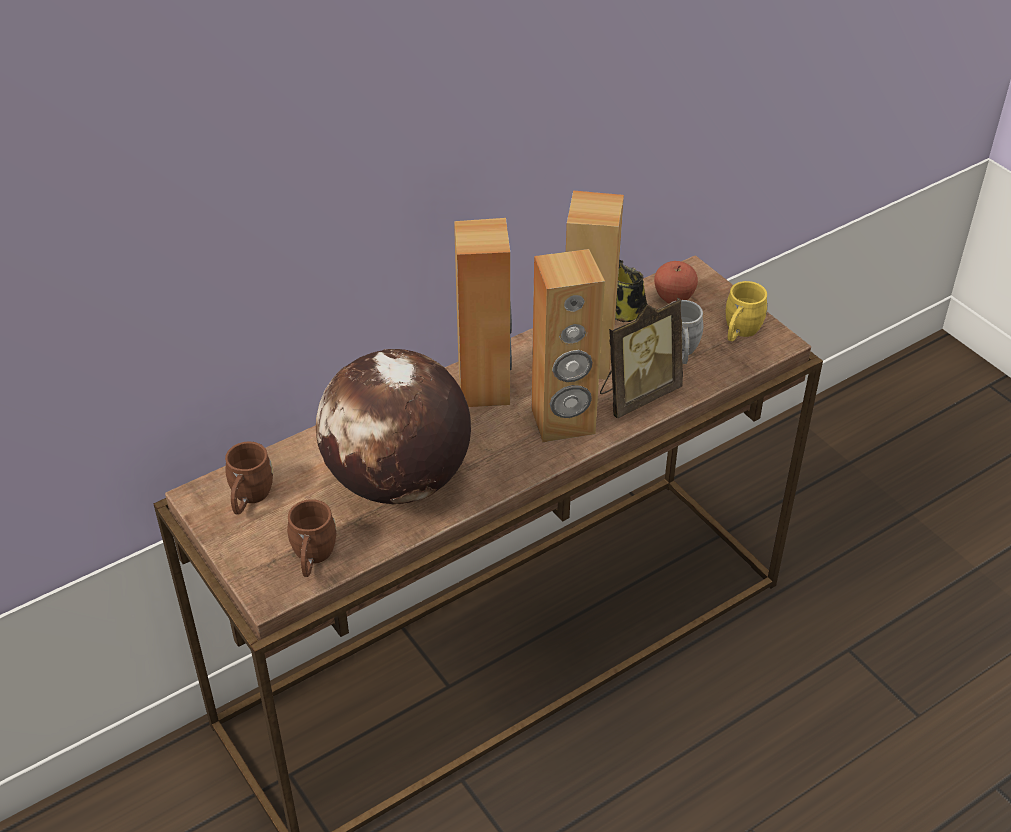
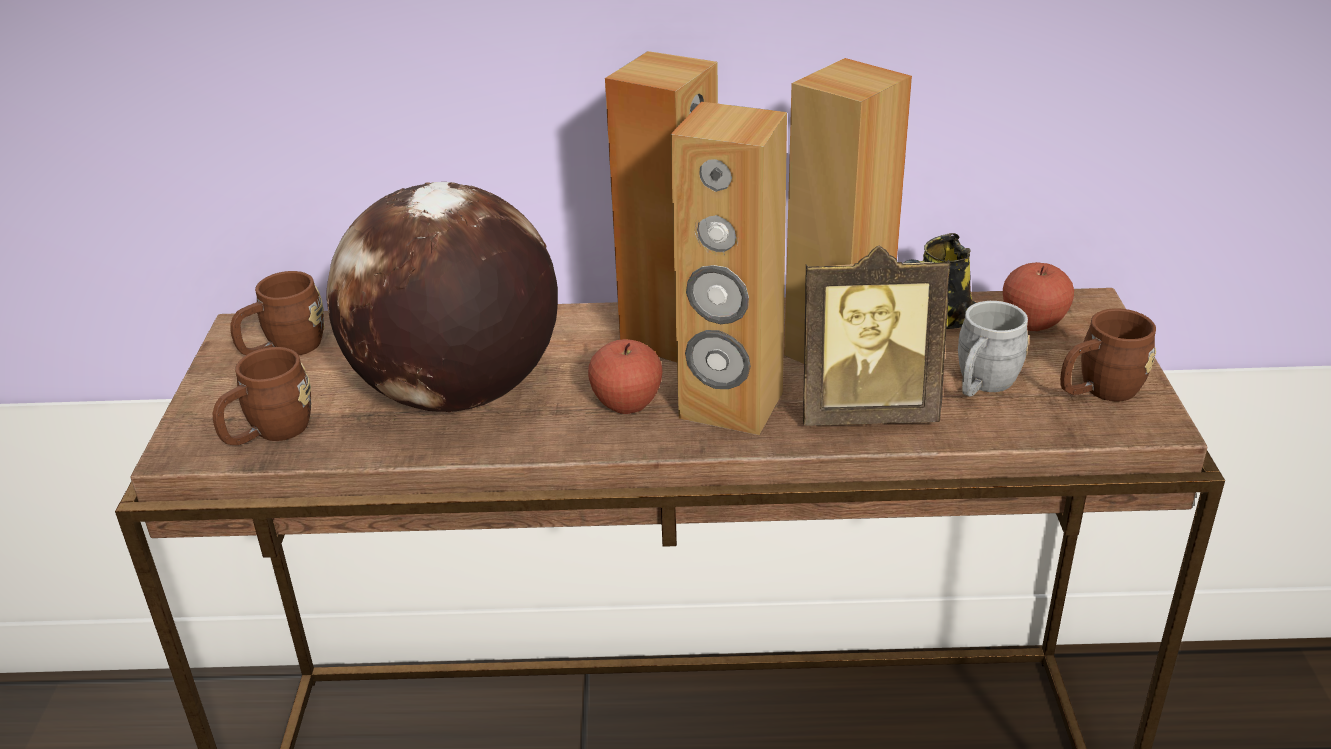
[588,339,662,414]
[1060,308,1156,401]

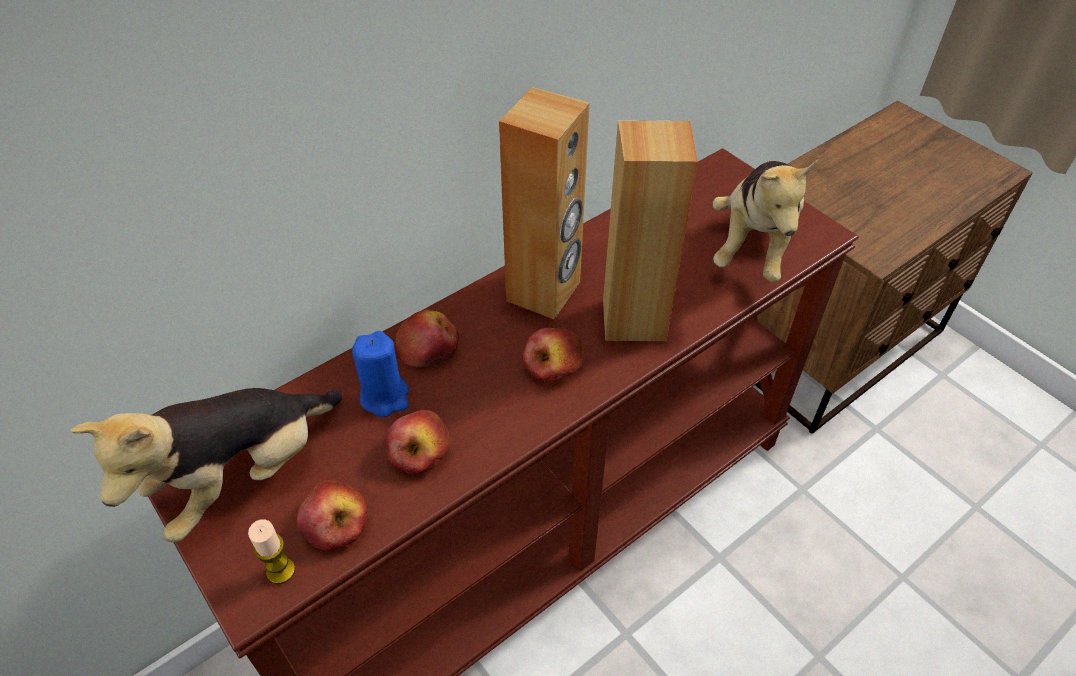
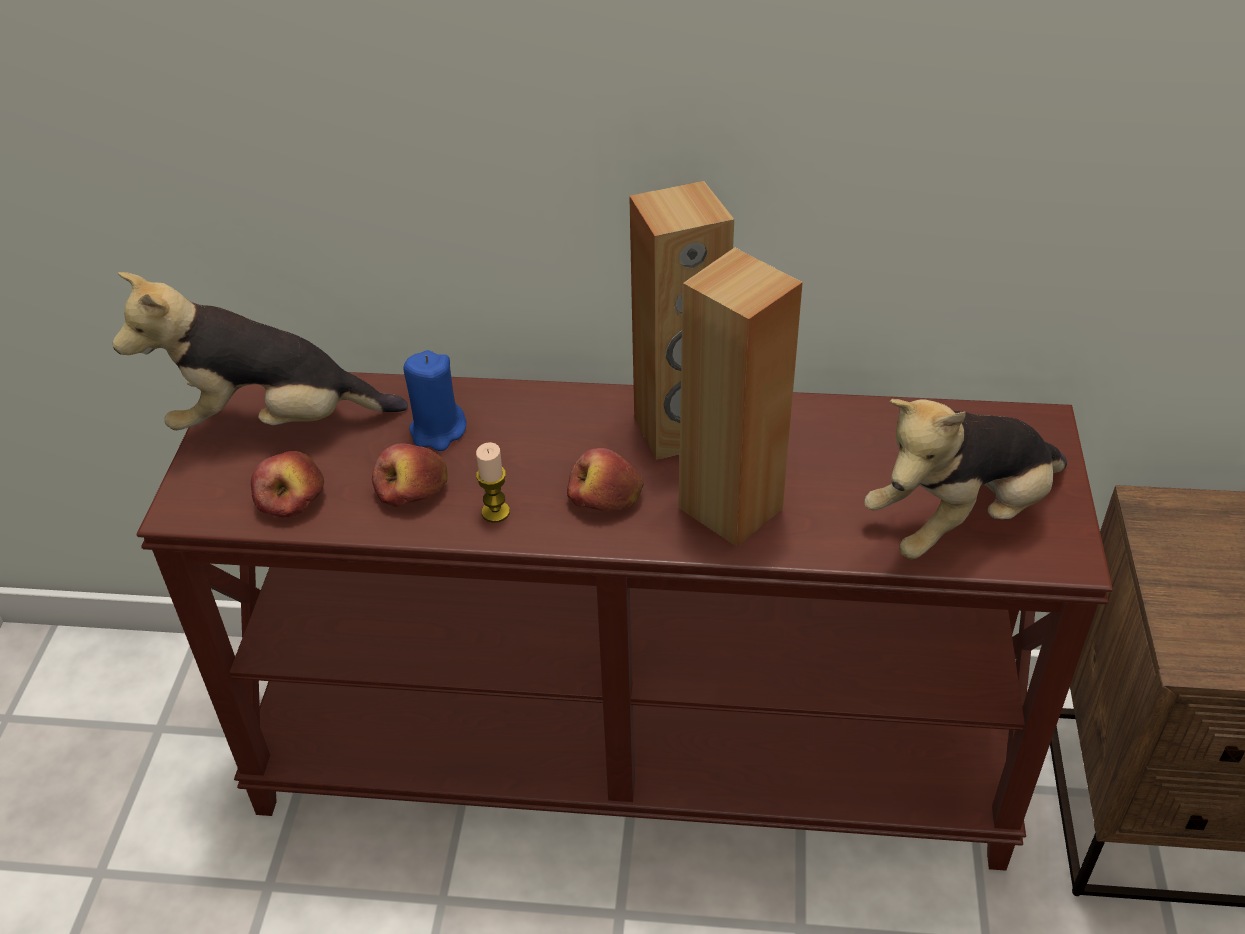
[396,310,459,367] (first image)
[476,442,510,523]

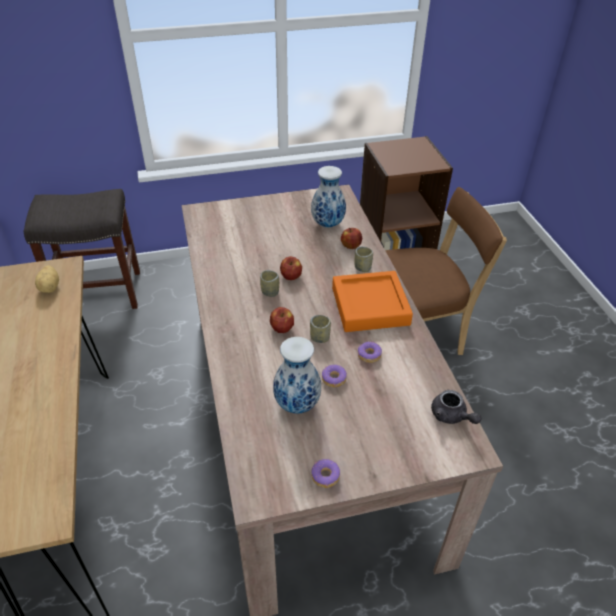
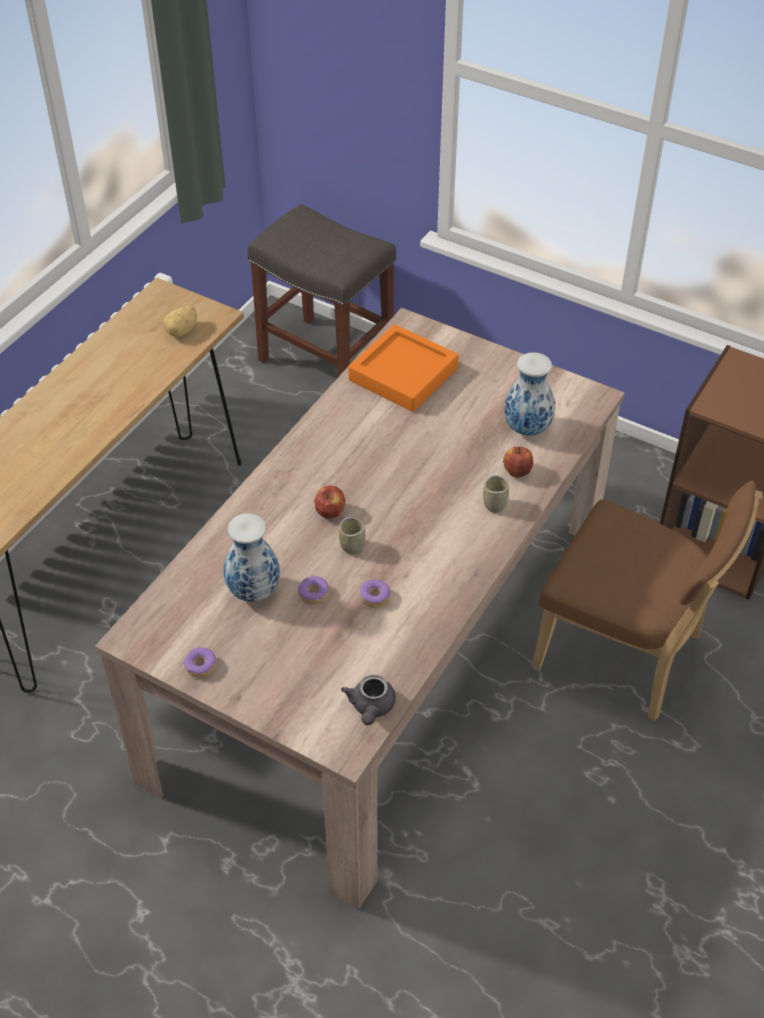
[260,270,279,297] (first image)
[280,256,302,280] (first image)
[348,324,459,412]

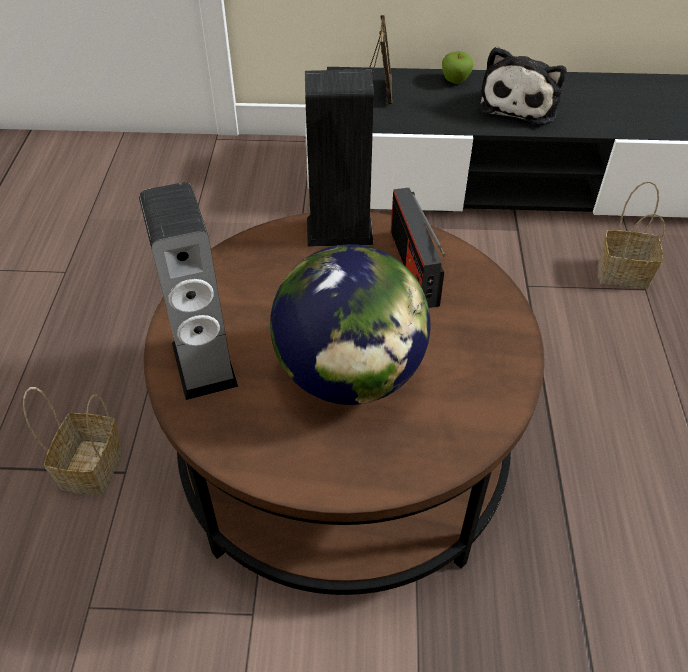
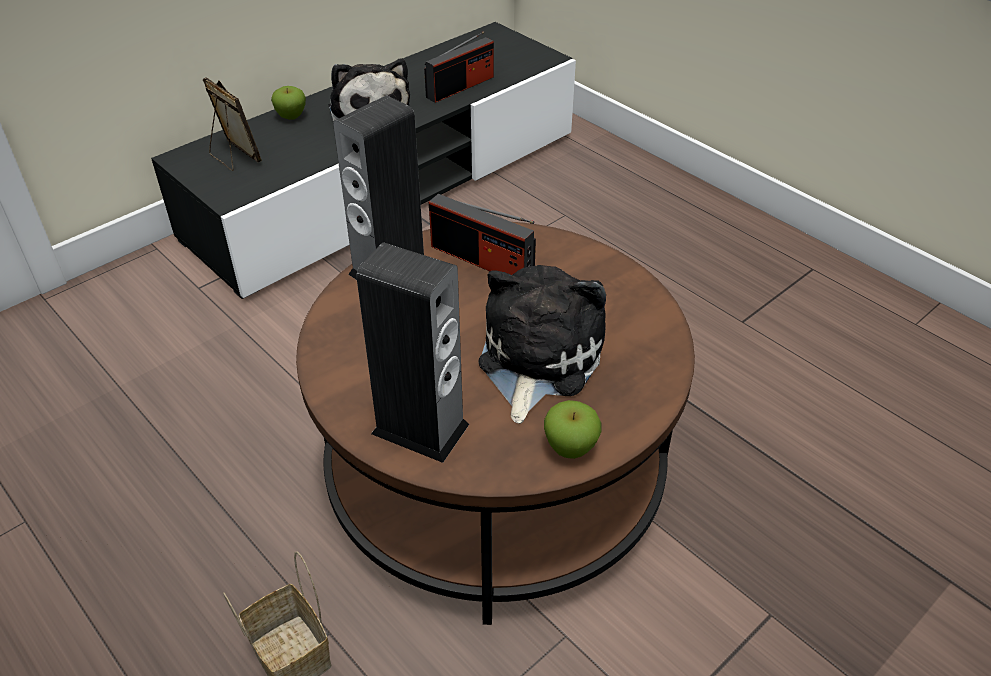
[599,181,665,289] (first image)
[424,31,494,103]
[544,400,602,459]
[479,265,606,424]

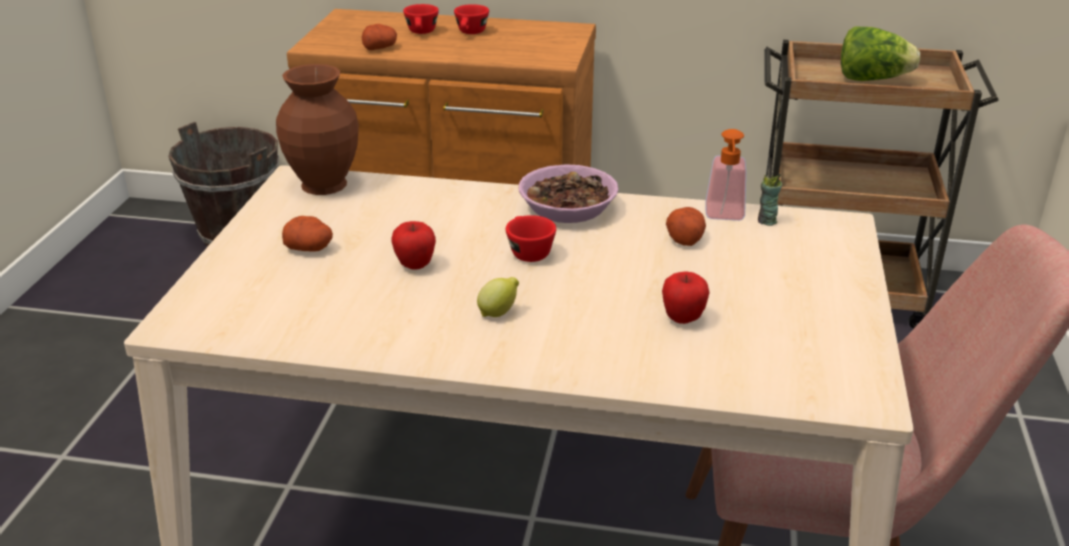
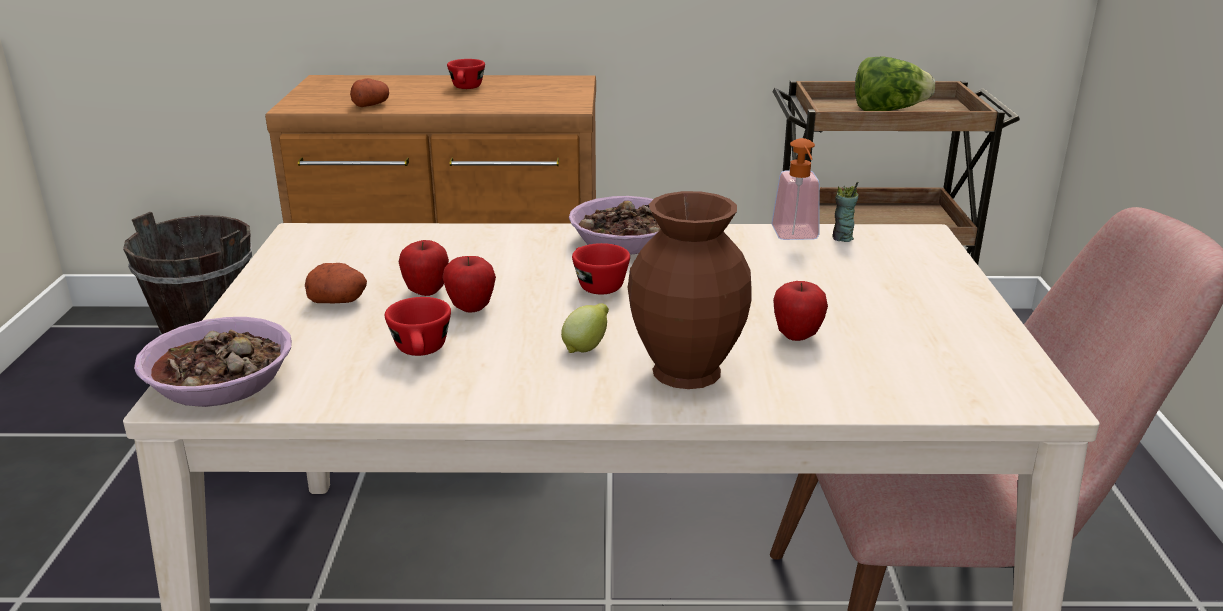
[666,207,706,246] (first image)
[134,317,292,407]
[399,240,449,296]
[628,191,752,389]
[385,297,451,356]

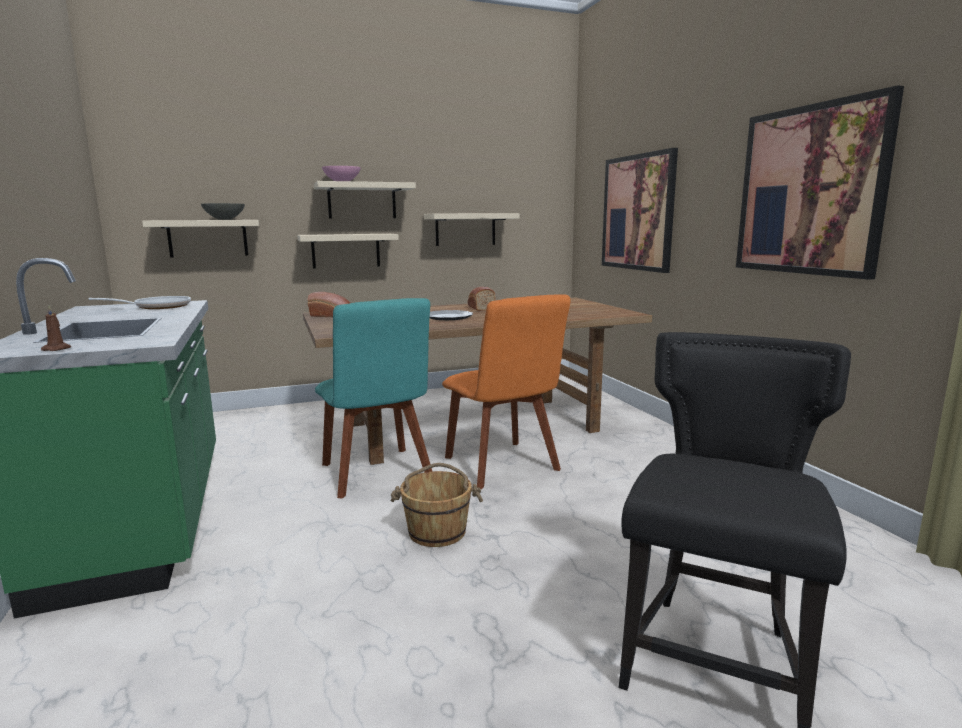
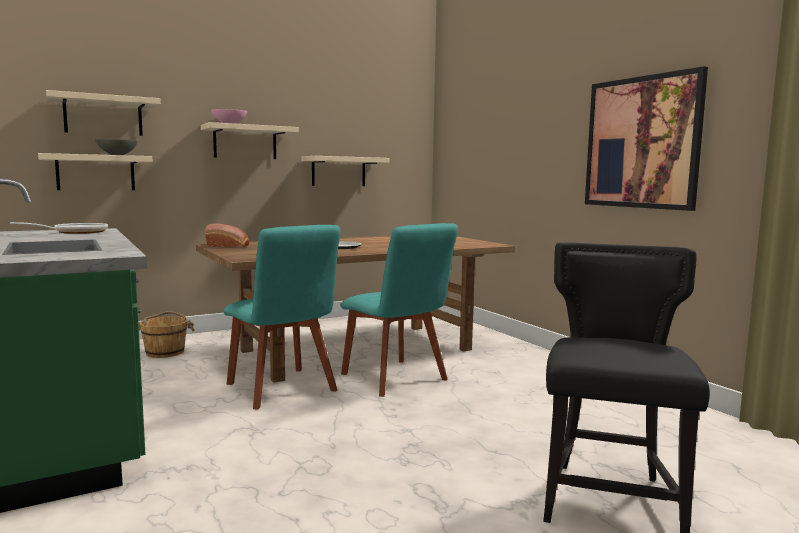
[41,305,71,351] (first image)
[468,287,496,311] (first image)
[602,148,678,273] (first image)
[46,90,161,136]
[138,311,195,358]
[340,223,458,397]

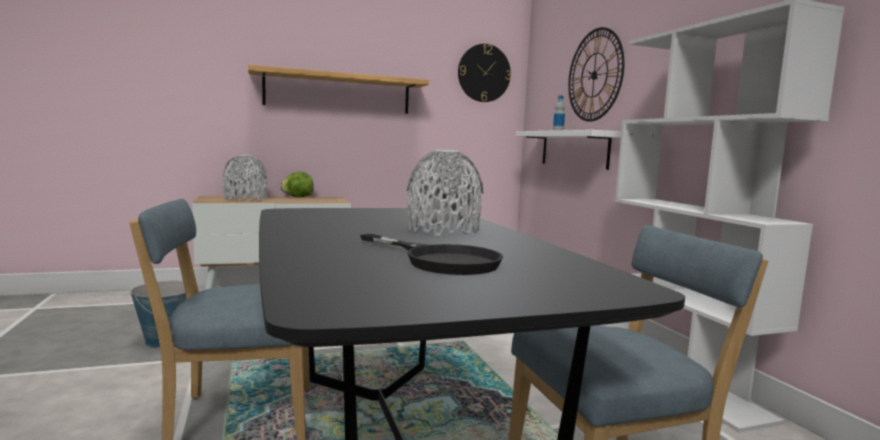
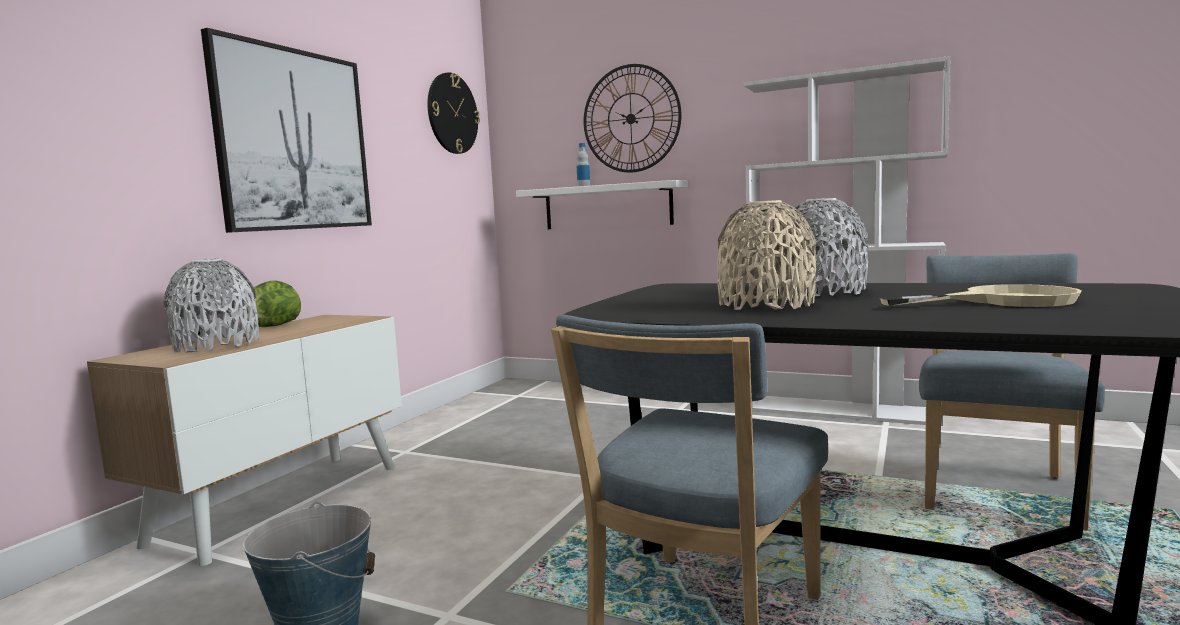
[717,200,816,310]
[201,28,372,233]
[880,284,1082,307]

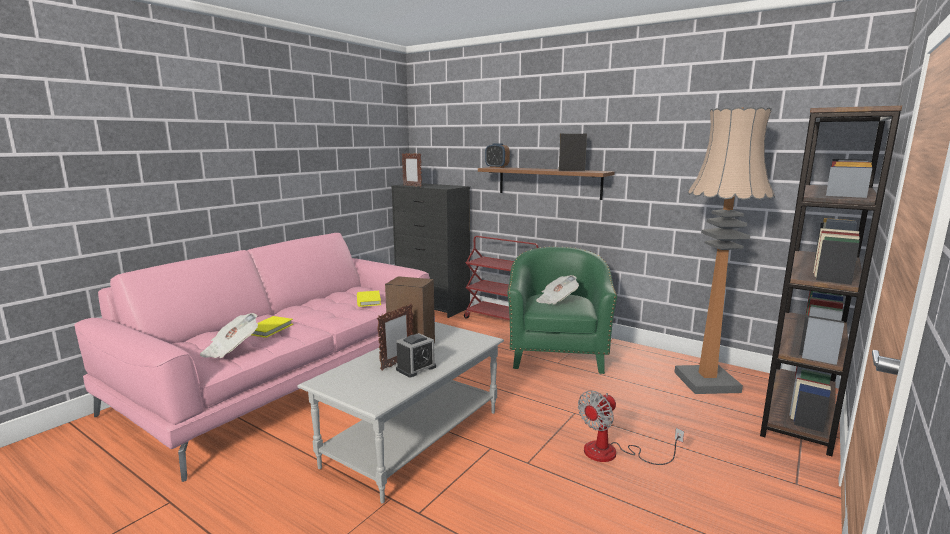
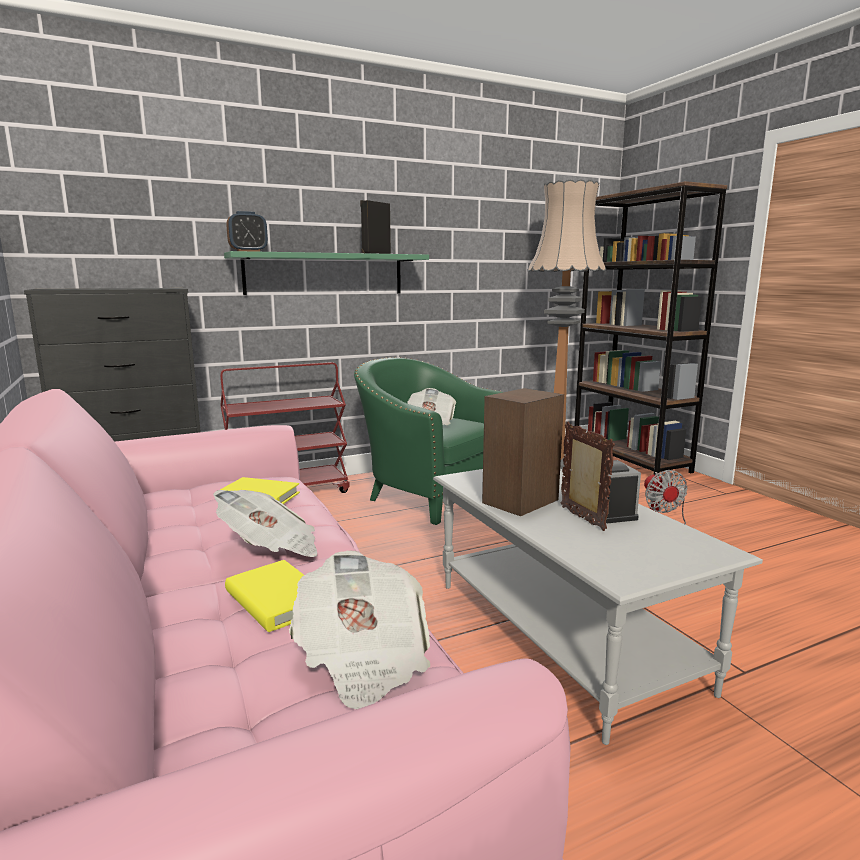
[402,153,422,187] (first image)
[213,490,317,557]
[224,251,429,295]

